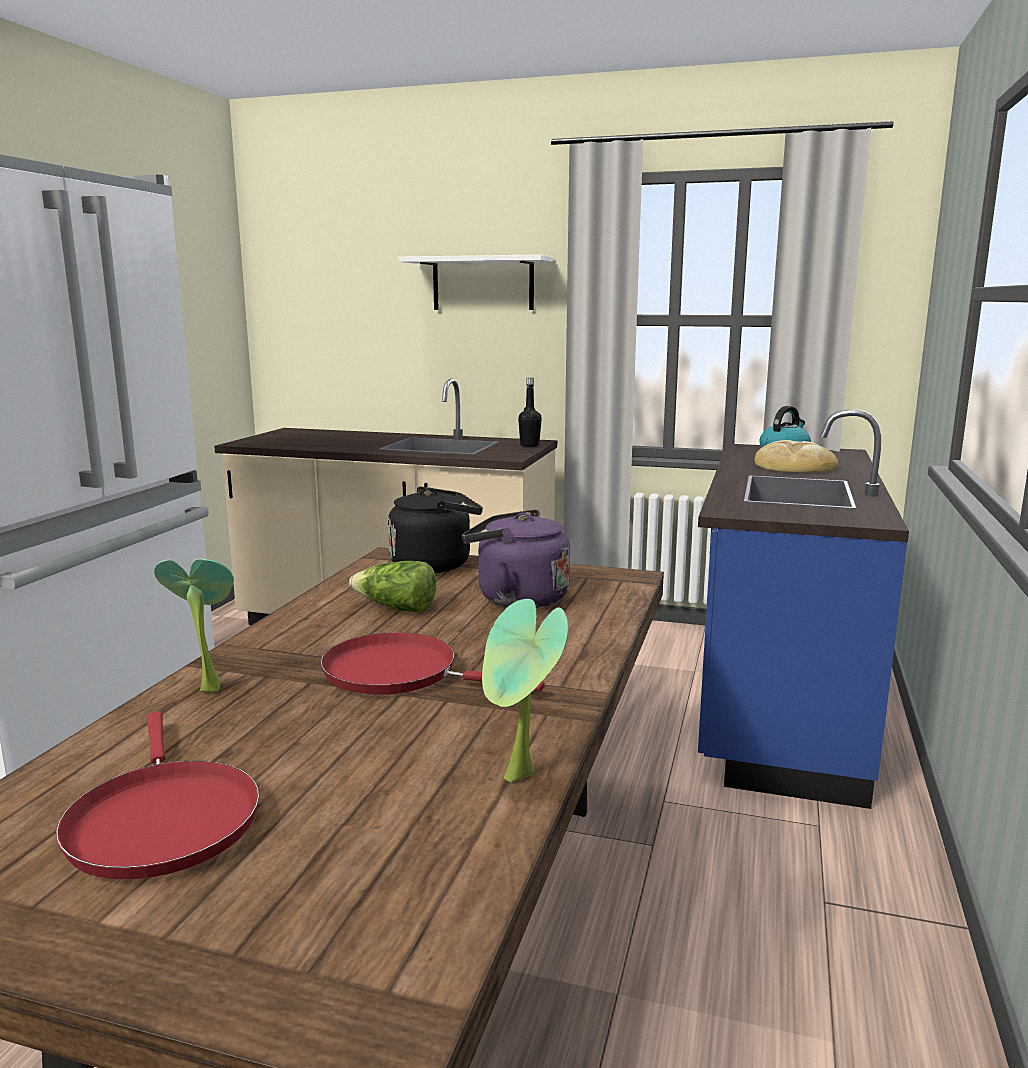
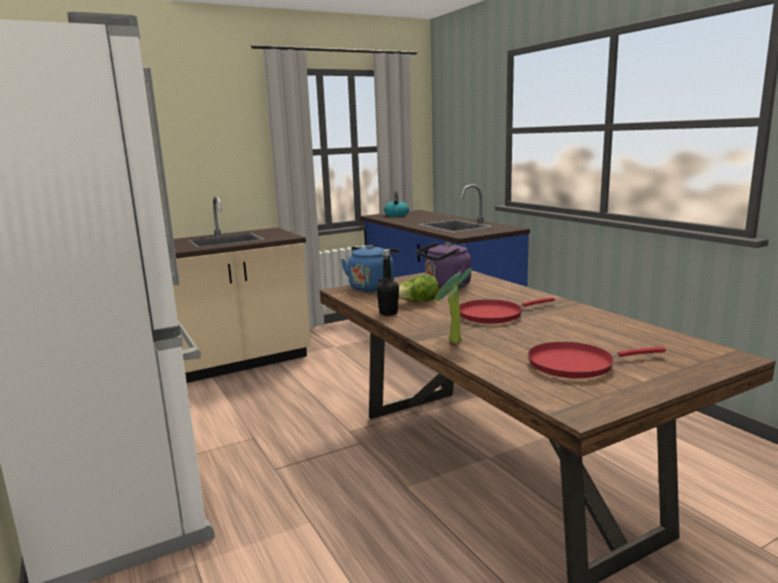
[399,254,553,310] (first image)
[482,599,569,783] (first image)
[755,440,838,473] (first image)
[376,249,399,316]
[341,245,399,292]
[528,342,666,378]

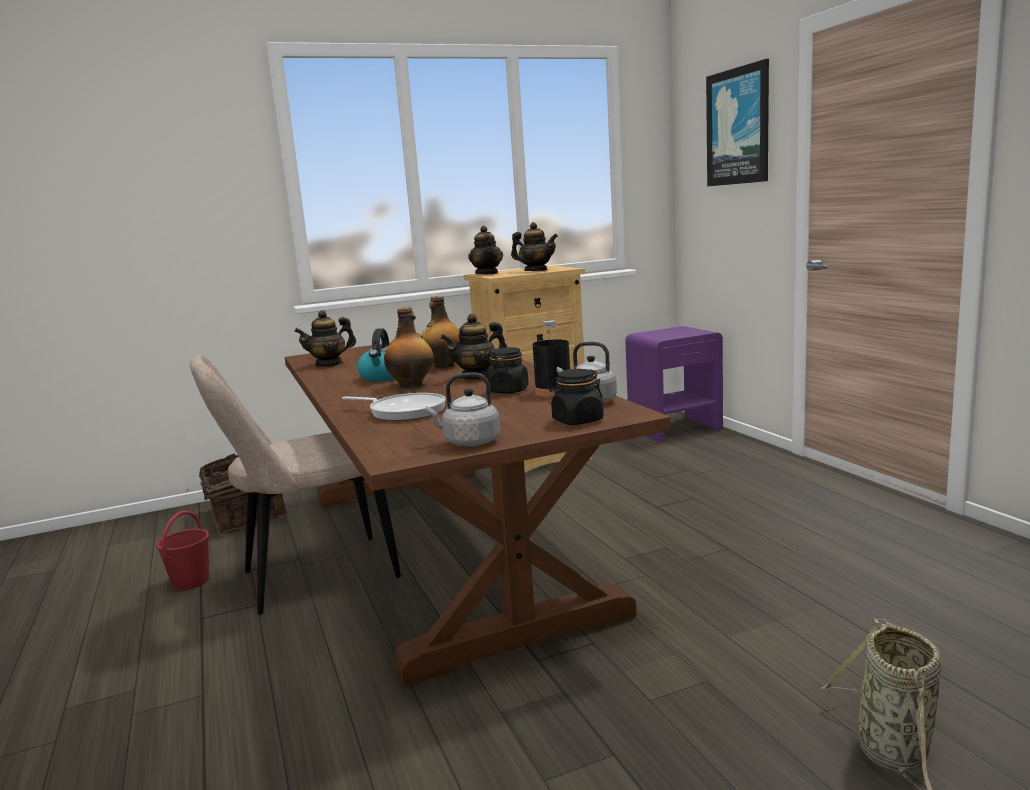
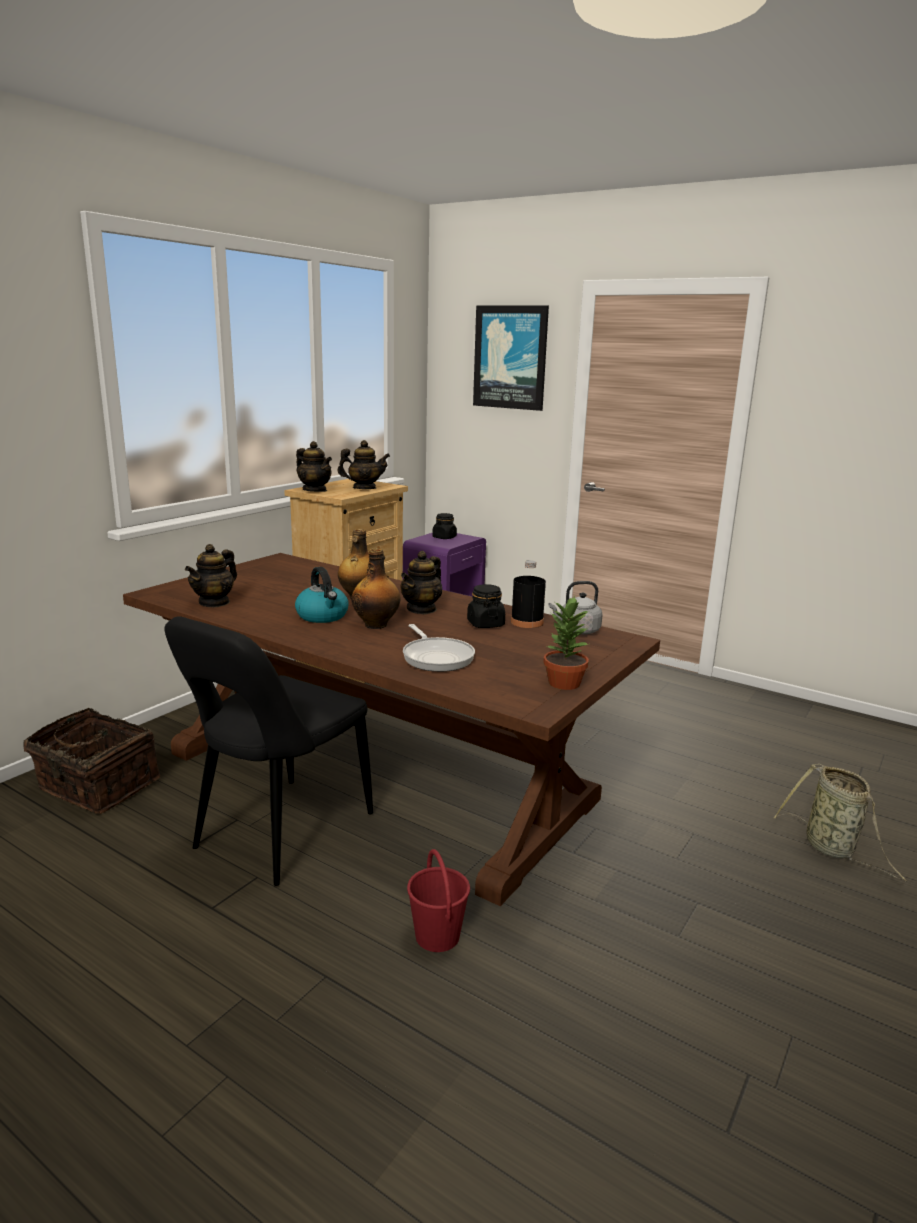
[407,849,470,952]
[432,513,457,539]
[543,595,589,690]
[164,616,373,886]
[403,624,475,672]

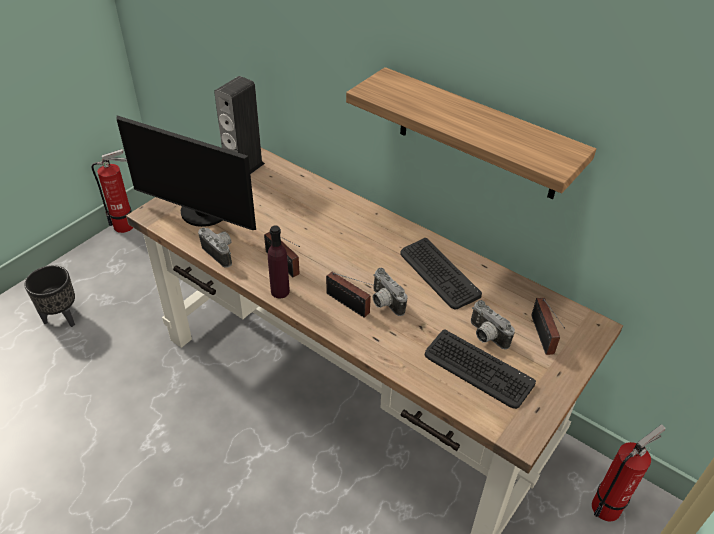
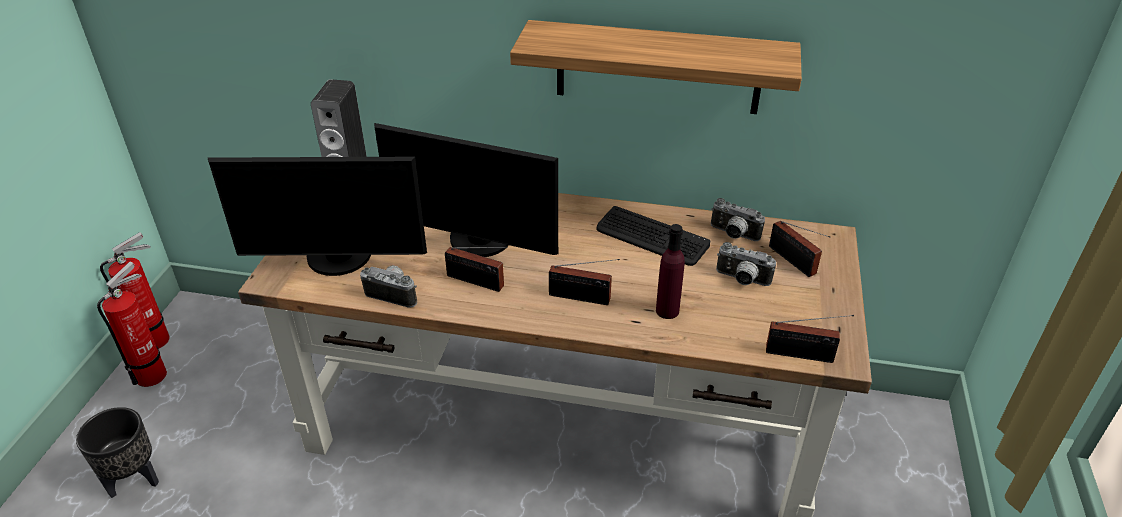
[425,330,536,409] (first image)
[374,123,558,257]
[766,315,854,363]
[656,224,685,319]
[711,198,765,241]
[97,262,167,387]

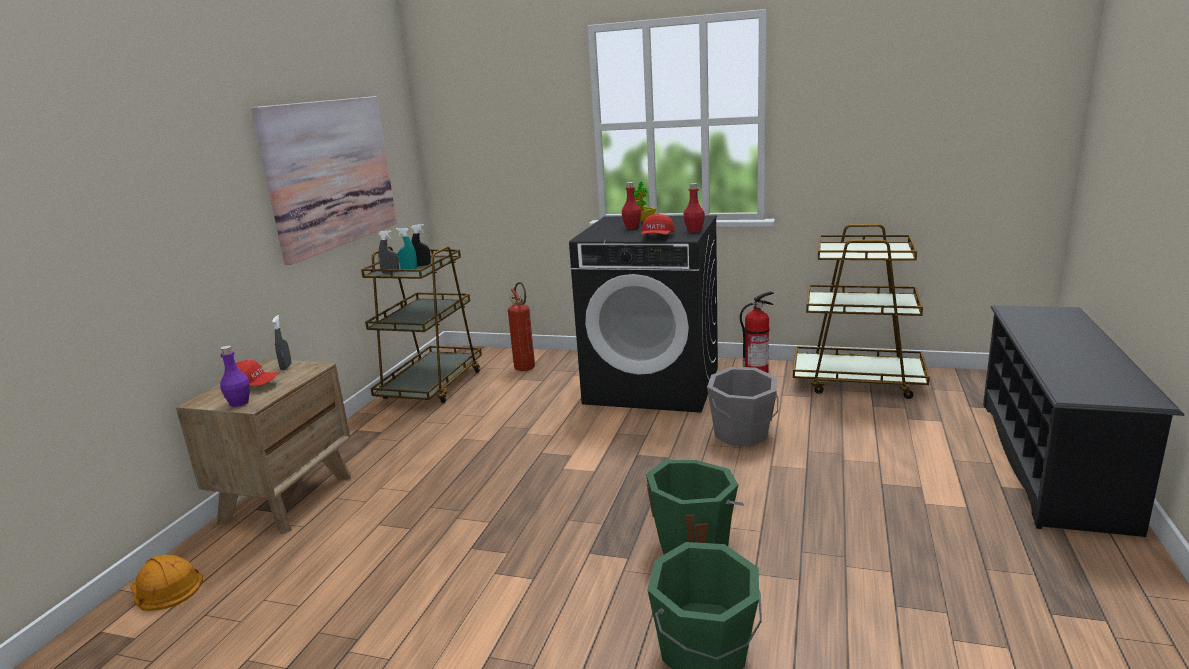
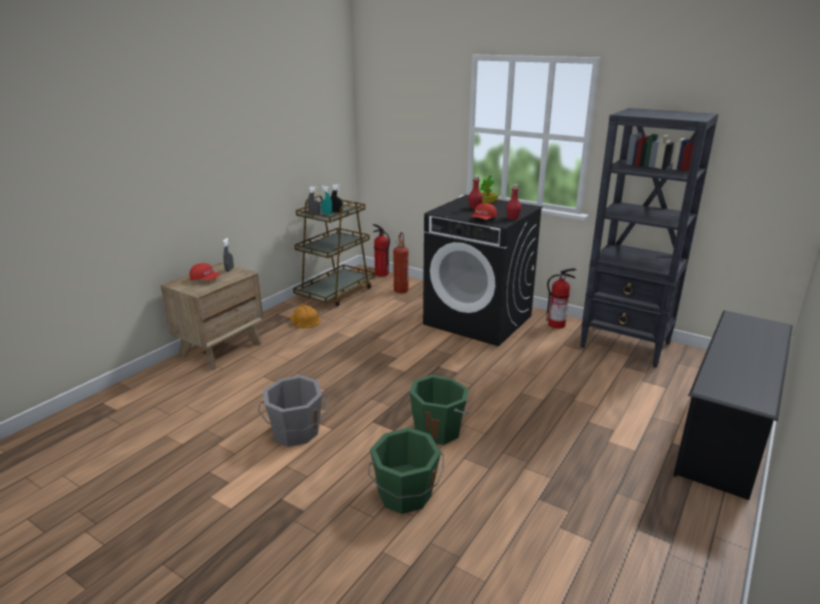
[220,346,250,407] (first image)
[251,96,397,265] (first image)
[373,224,390,276]
[289,305,321,328]
[258,375,328,447]
[580,108,718,368]

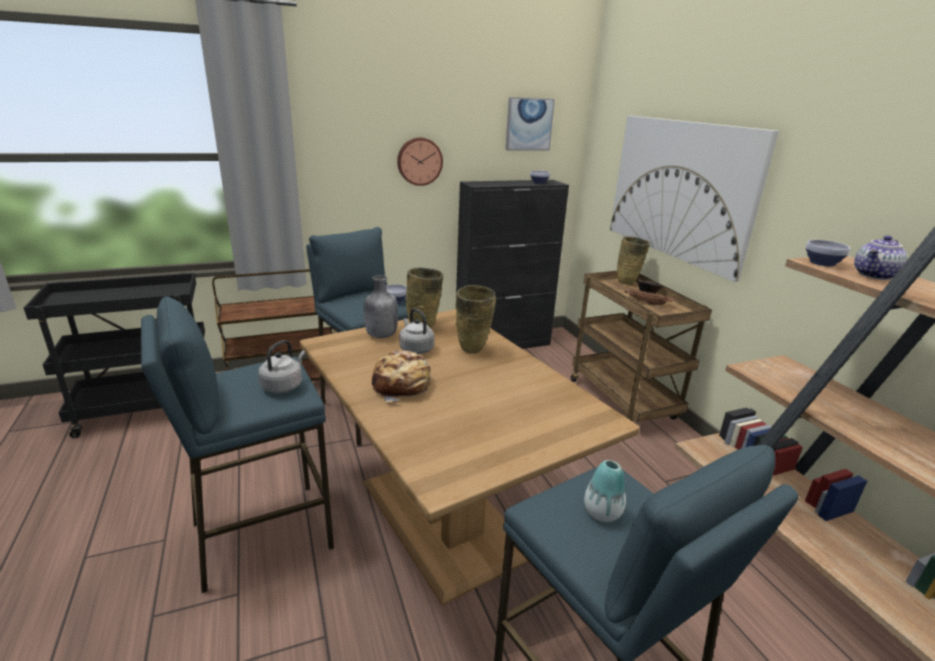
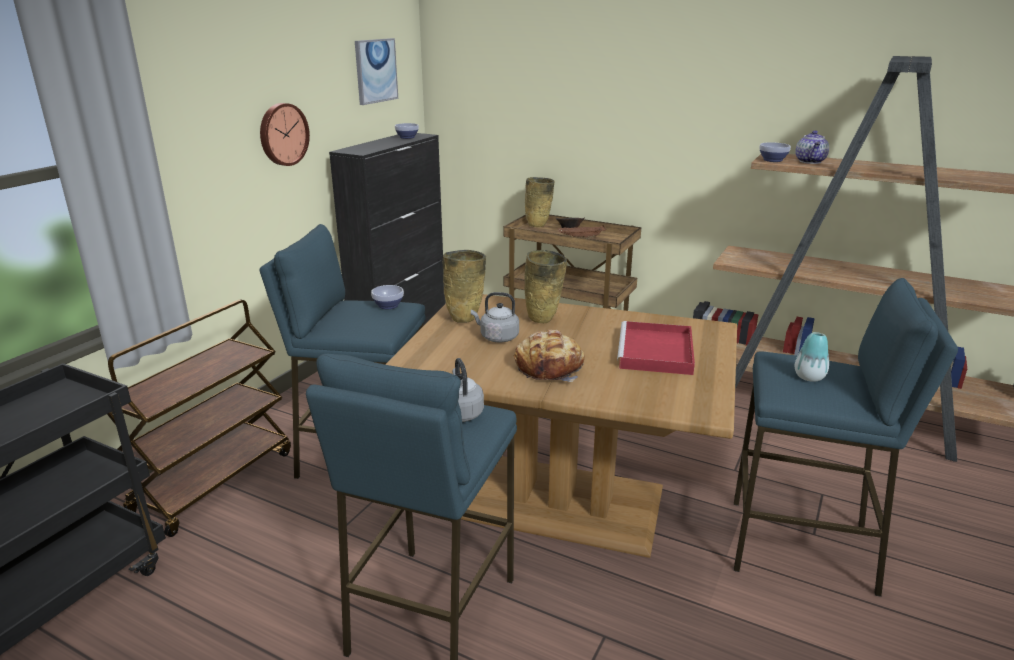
[364,275,398,338] (first image)
[610,116,779,282] (first image)
[617,321,695,375]

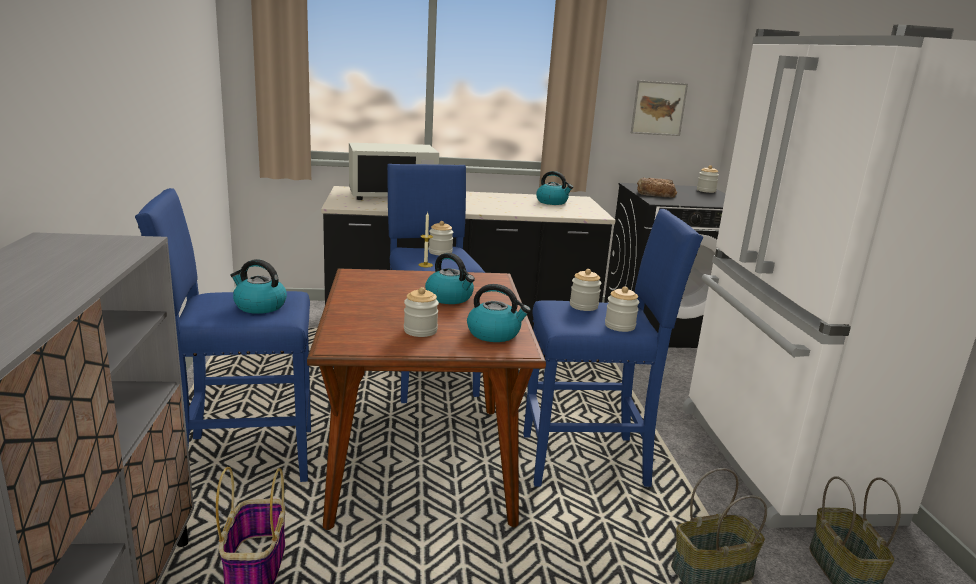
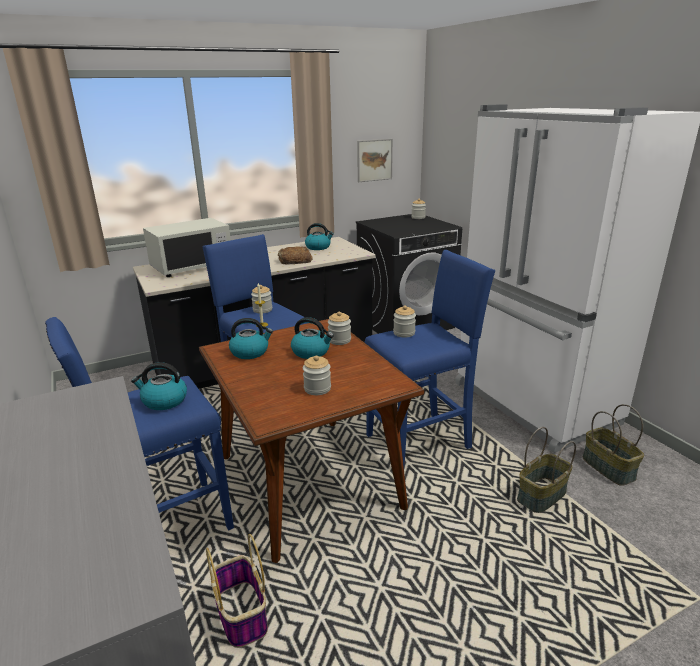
[229,318,273,359]
[328,311,351,345]
[278,246,313,265]

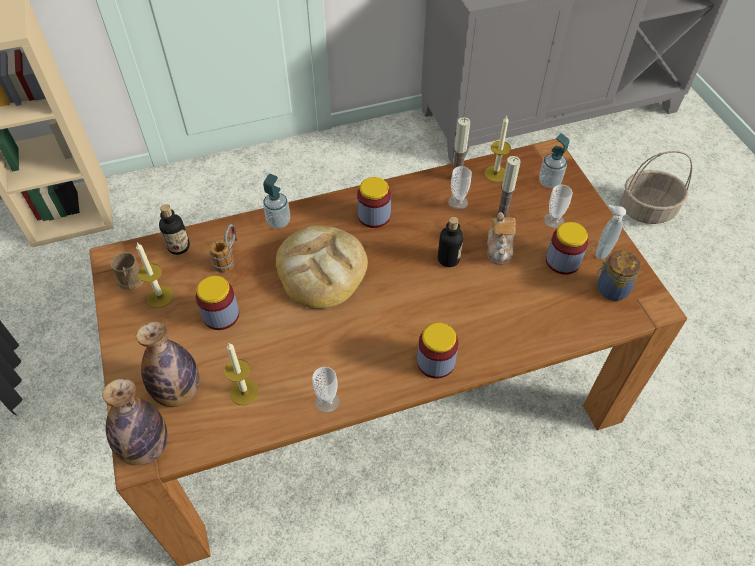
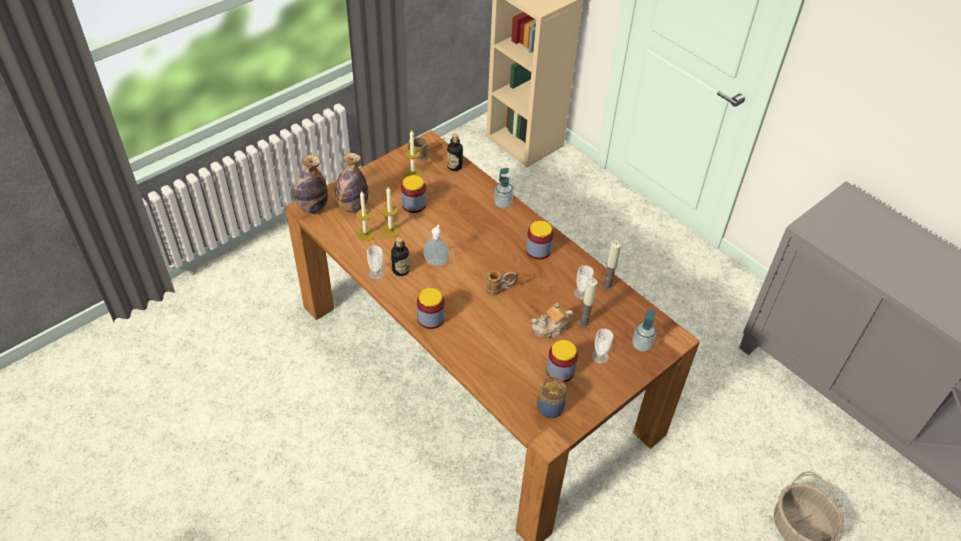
[276,225,368,309] (first image)
[485,271,518,296]
[391,237,409,276]
[382,187,400,237]
[423,224,449,266]

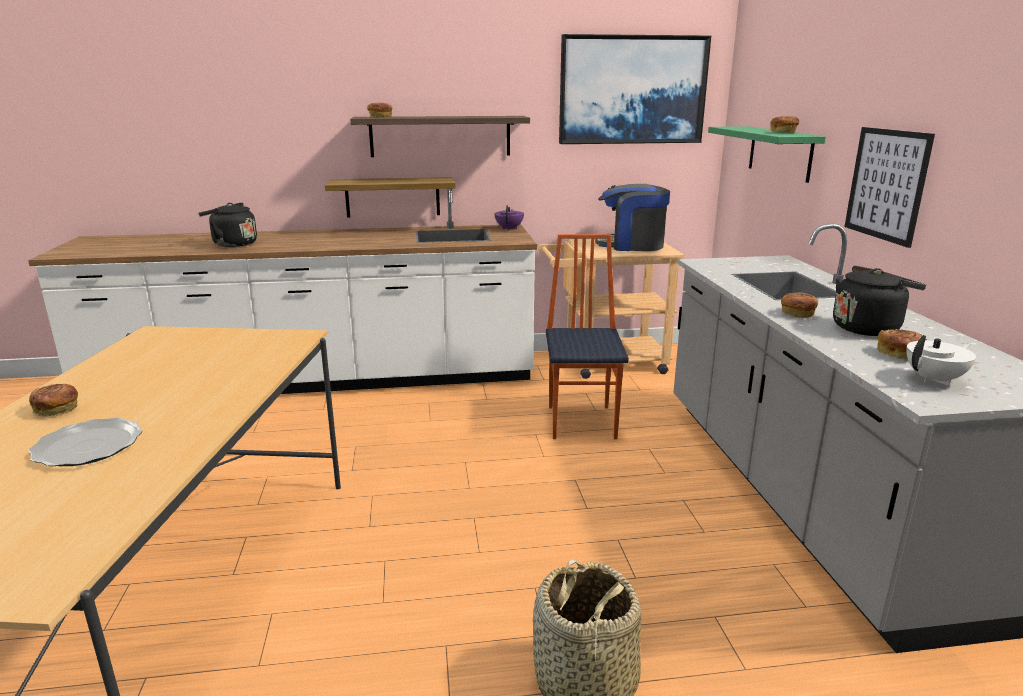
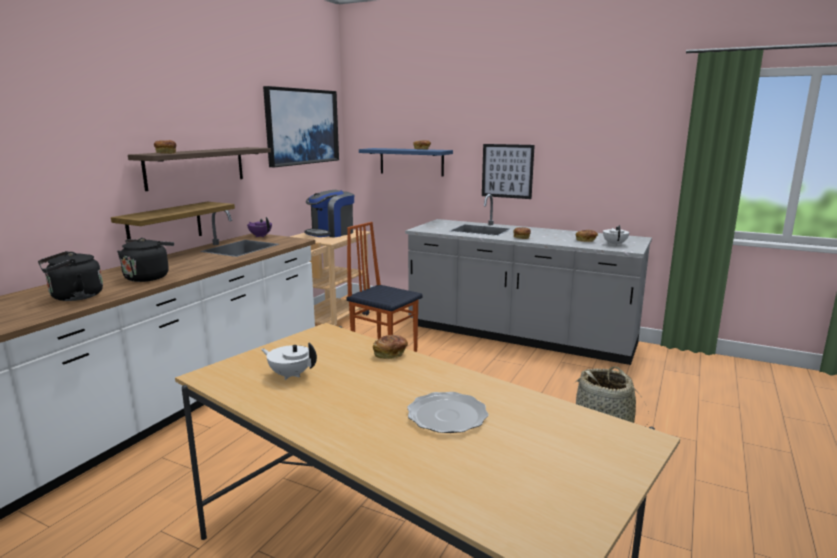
[261,342,317,380]
[373,335,408,359]
[117,238,174,282]
[359,148,453,176]

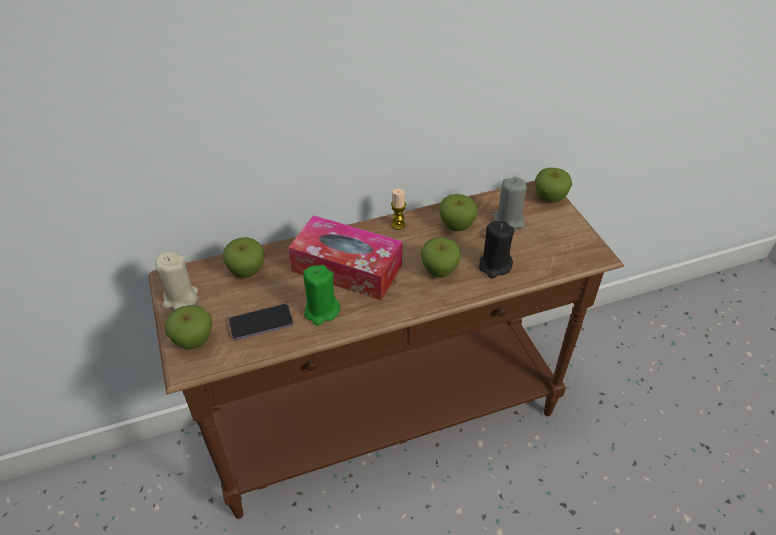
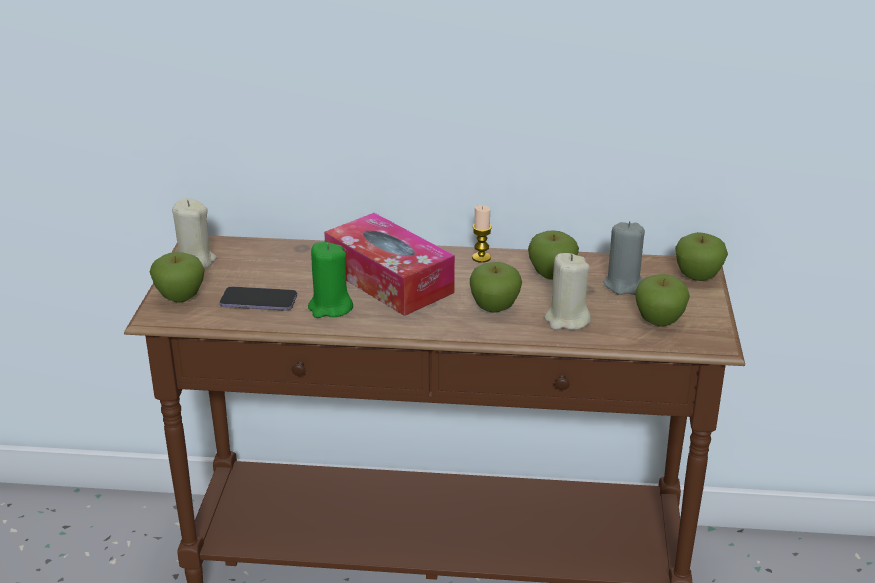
[635,274,690,327]
[544,253,591,330]

